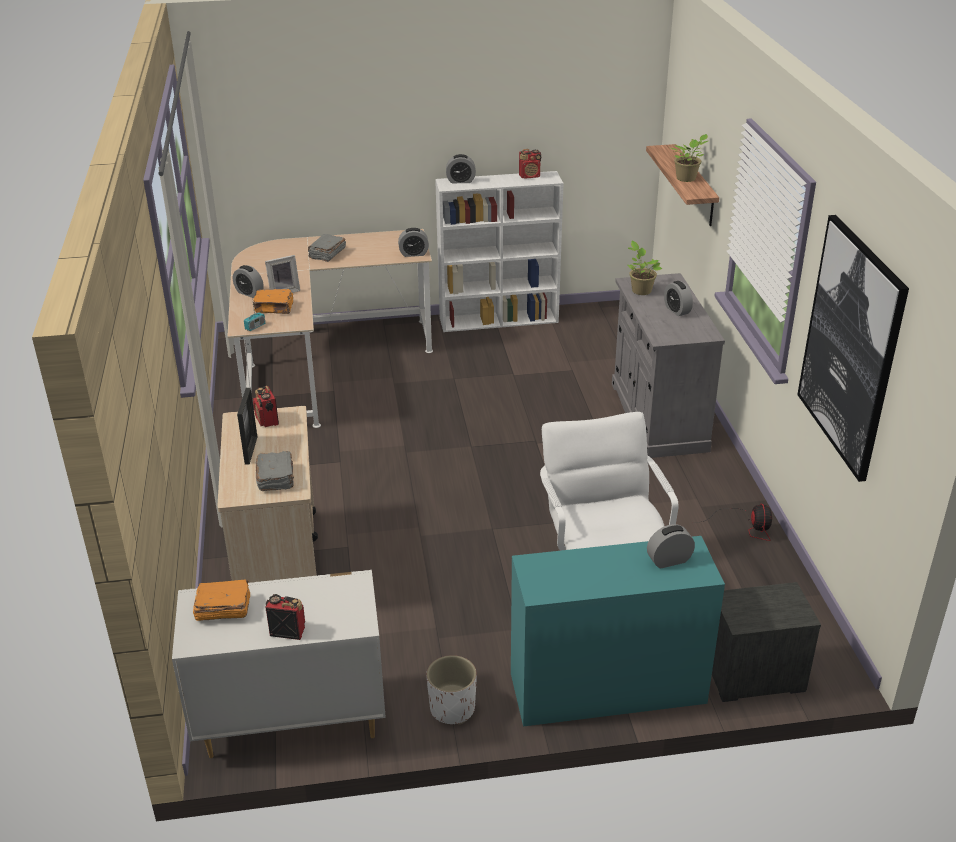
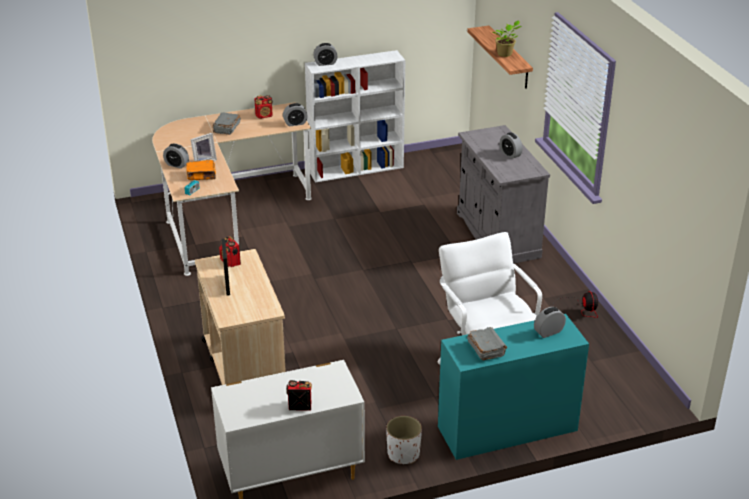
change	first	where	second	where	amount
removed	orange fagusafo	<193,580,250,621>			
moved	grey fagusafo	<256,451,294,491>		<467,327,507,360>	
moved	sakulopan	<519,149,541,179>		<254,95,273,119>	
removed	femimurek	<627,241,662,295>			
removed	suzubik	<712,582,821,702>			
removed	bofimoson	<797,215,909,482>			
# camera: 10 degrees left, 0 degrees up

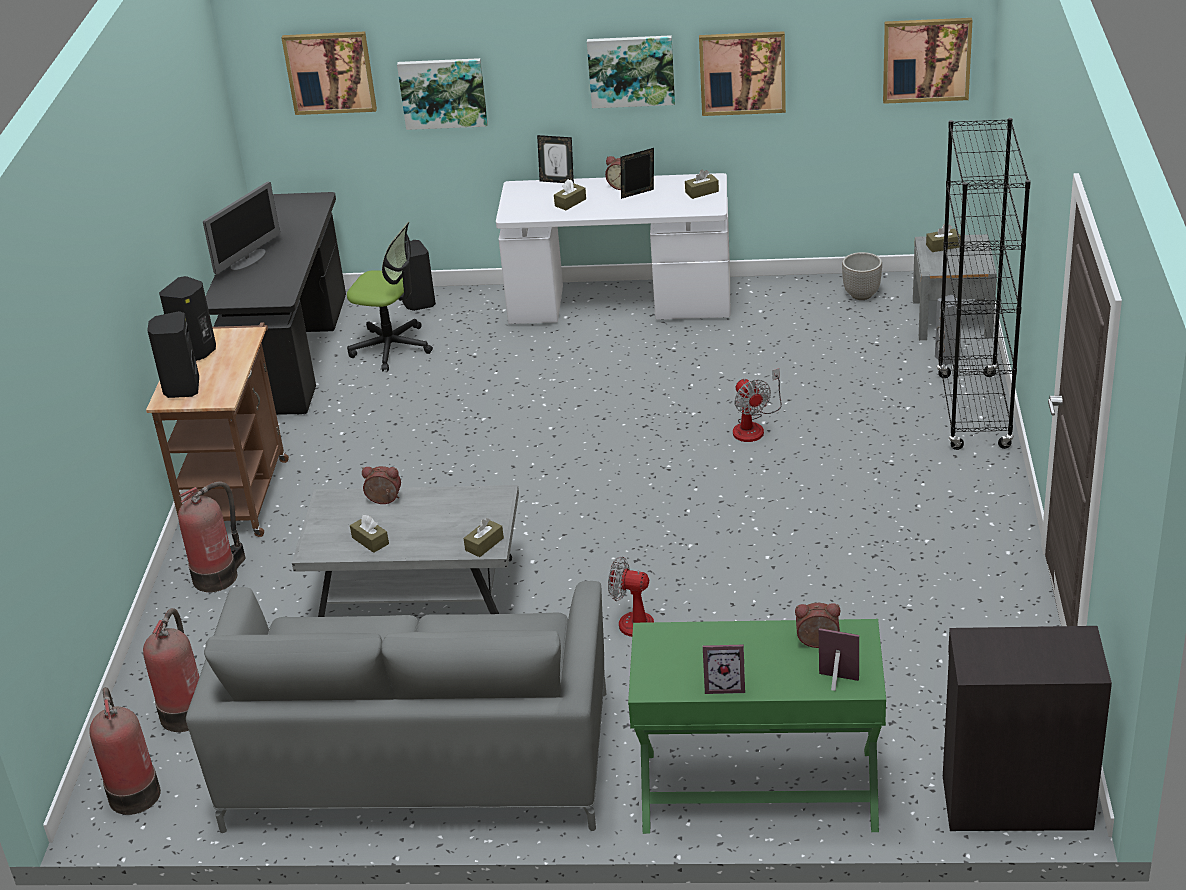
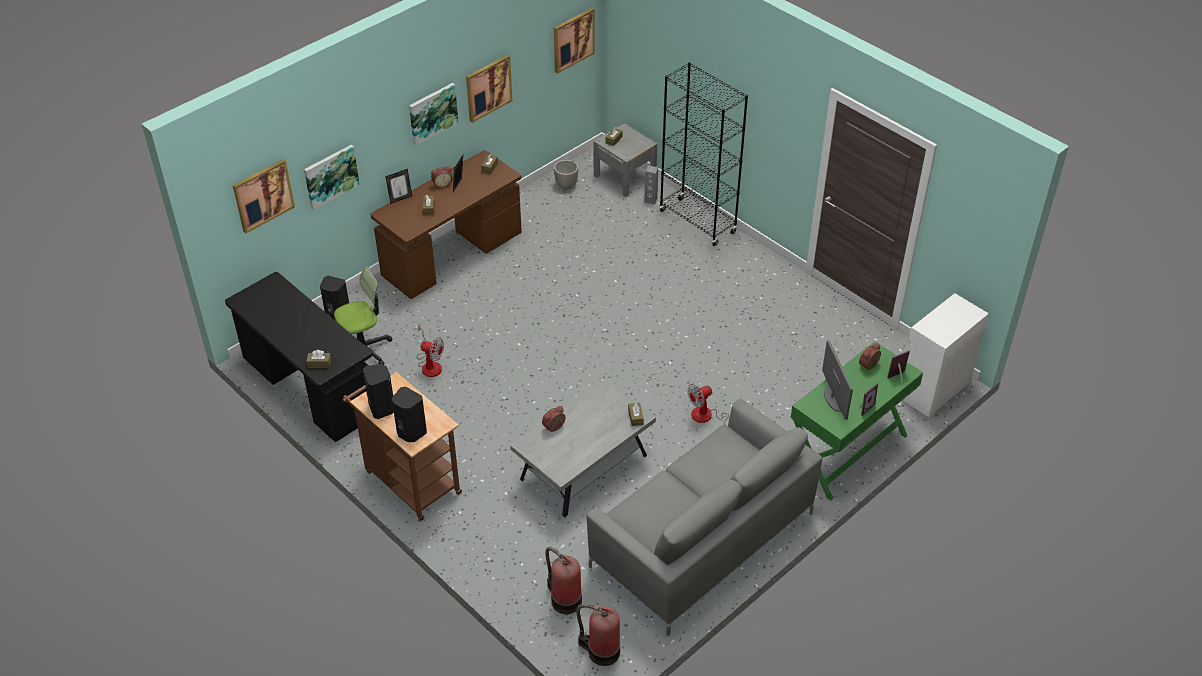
change	first	where	second	where	amount
removed	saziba	<178,481,246,592>			
moved	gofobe	<203,181,280,274>		<822,340,853,420>	
moved	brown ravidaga	<350,515,389,553>		<306,350,331,368>	
recoloured	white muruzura	<496,173,730,324>	brown muruzura	<371,150,522,299>	
moved	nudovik	<733,368,782,442>		<417,324,444,377>	
recoloured	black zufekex	<943,626,1112,831>	white zufekex	<903,293,989,417>	
# camera: 50 degrees left, 10 degrees up

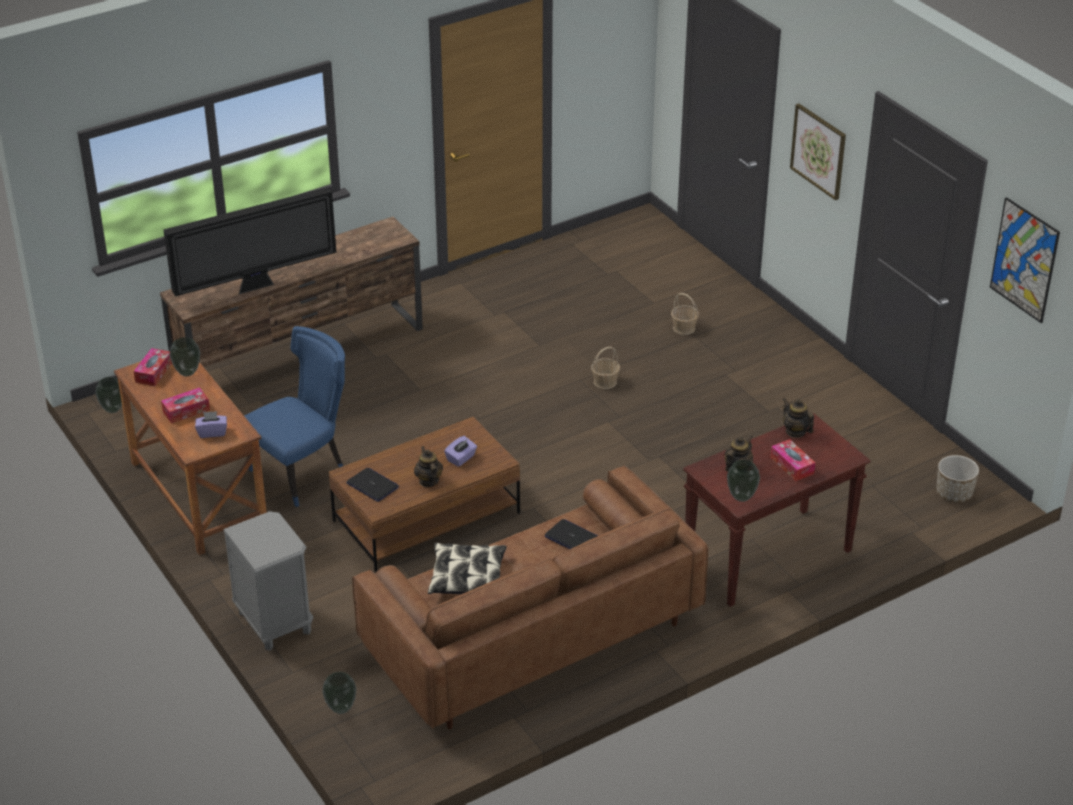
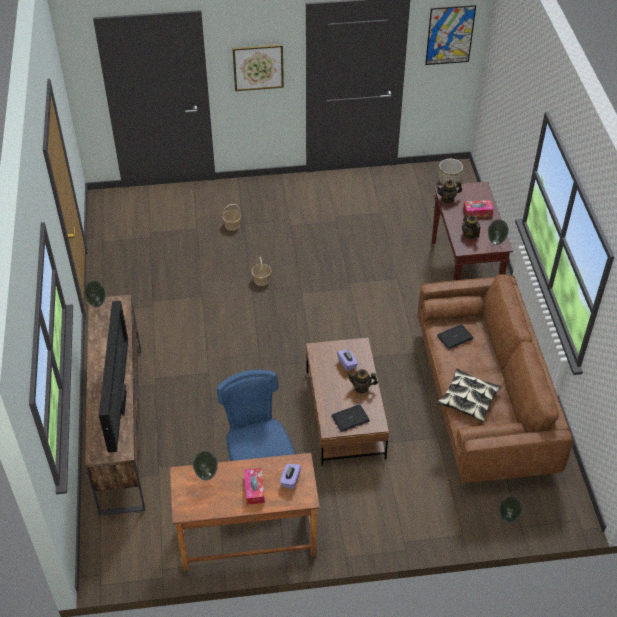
change	first	where	second	where	amount
moved	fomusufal	<95,377,122,413>		<84,281,106,308>	
removed	ravidaga	<134,348,172,386>			
removed	grey suzubik	<223,511,313,651>			
# camera: 65 degrees left, 10 degrees up

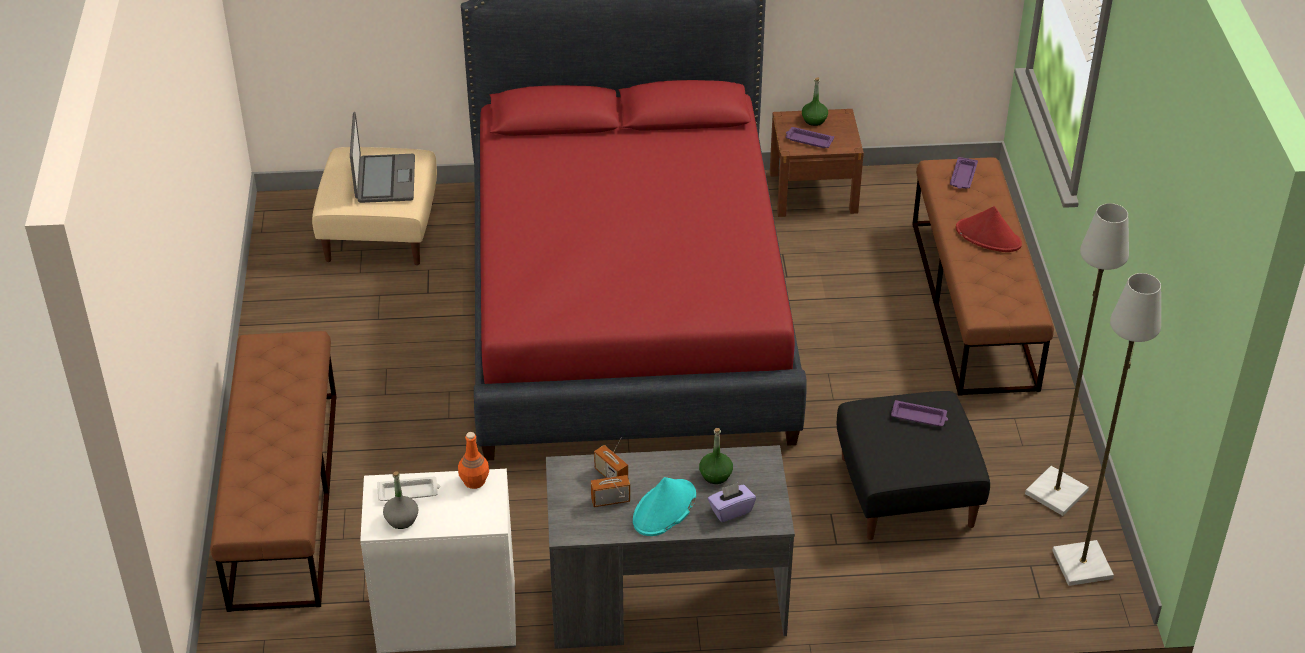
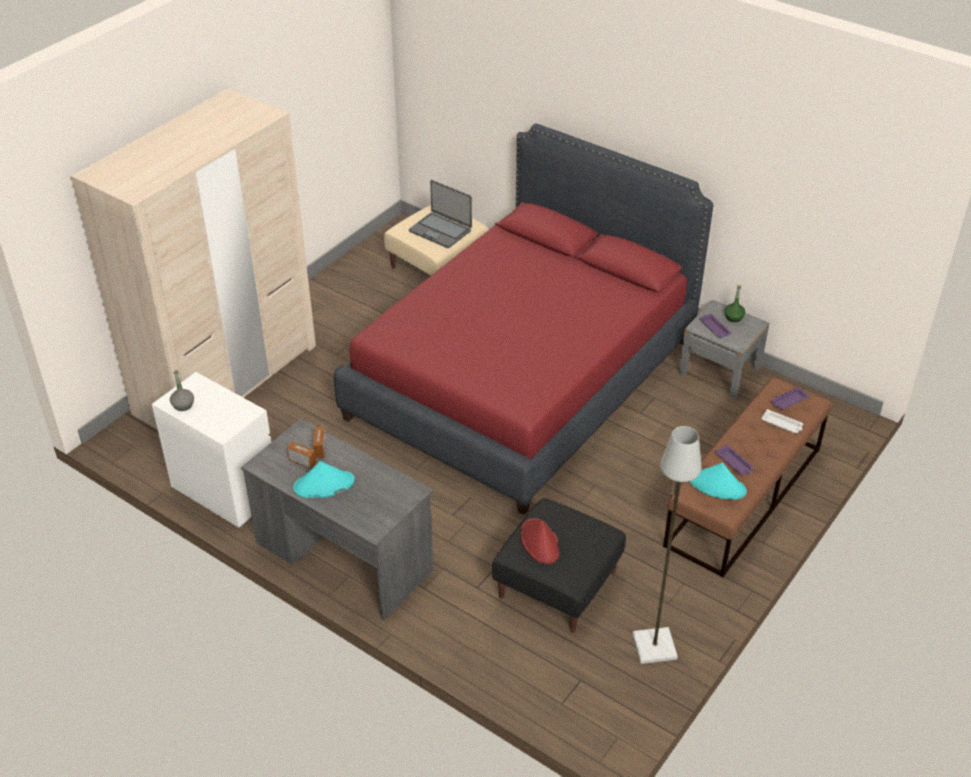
change	first	where	second	where	amount
replaced	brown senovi	<210,331,337,612>	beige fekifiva	<71,88,316,430>	
turned	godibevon	<350,112,415,203>		<409,180,472,248>	90 degrees clockwise
moved	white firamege	<377,477,440,501>		<761,409,803,433>	
removed	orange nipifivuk	<458,432,489,489>			
removed	green nipifivuk	<699,428,733,484>			
removed	purple ravidaga	<708,483,756,522>			
recoloured	brown suzubik	<770,109,864,217>	grey suzubik	<679,300,769,399>	
moved	purple firamege	<891,400,948,426>		<715,445,754,475>	
moved	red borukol	<956,206,1022,252>		<521,518,560,564>	
removed	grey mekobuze	<1052,273,1161,586>			
added			turquoise borukol	<689,462,747,500>	
# camera: 40 degrees right, 0 degrees up

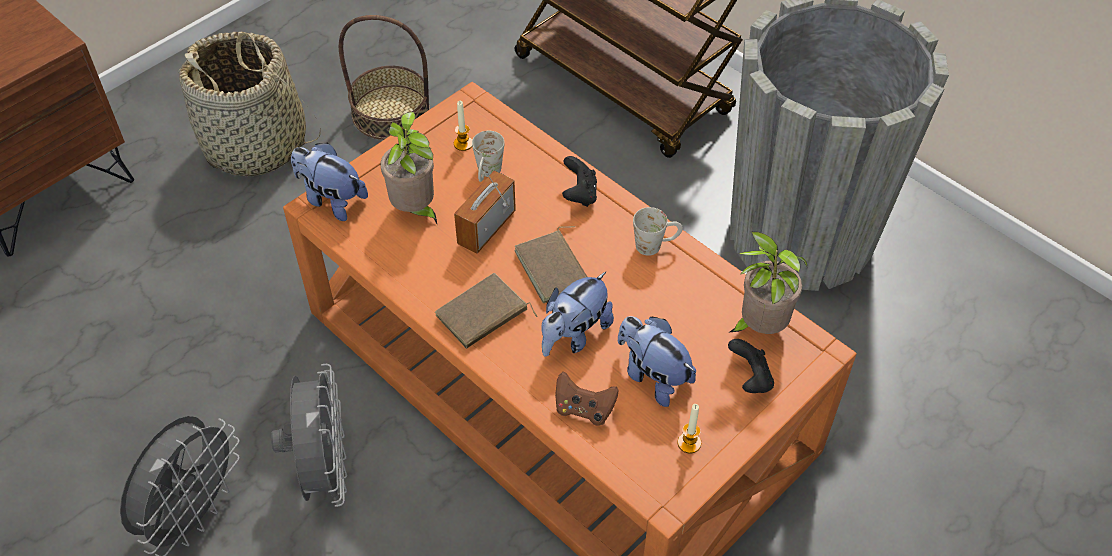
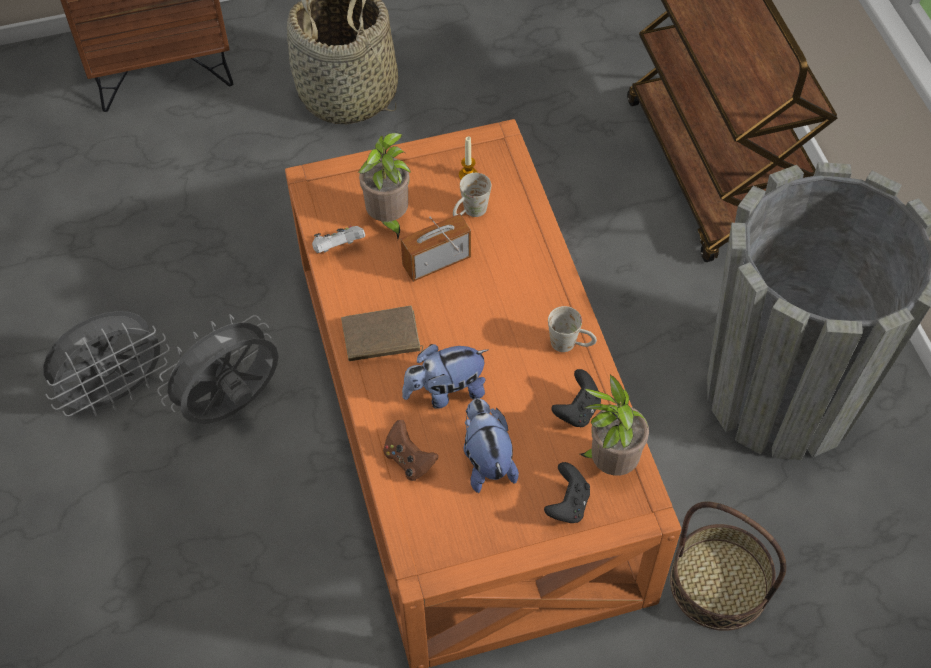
change	first	where	second	where	amount
turned	grey nudovik	<271,364,347,507>		<157,314,278,424>	150 degrees counterclockwise
removed	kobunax	<291,142,368,221>			
moved	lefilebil	<339,15,430,140>		<670,501,786,631>	
removed	brown fagusafo	<514,226,588,303>			
moved	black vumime	<562,156,597,207>		<551,369,601,427>	
removed	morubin	<677,404,701,453>			
added			white vumime	<312,226,365,253>	
# camera: 30 degrees right, 5 degrees up

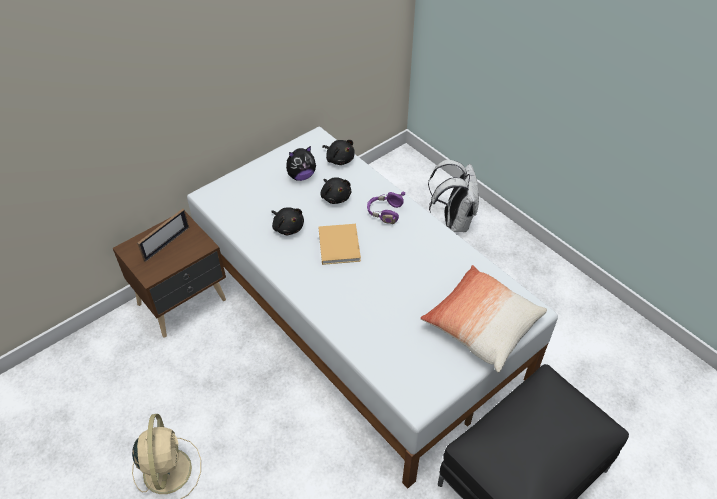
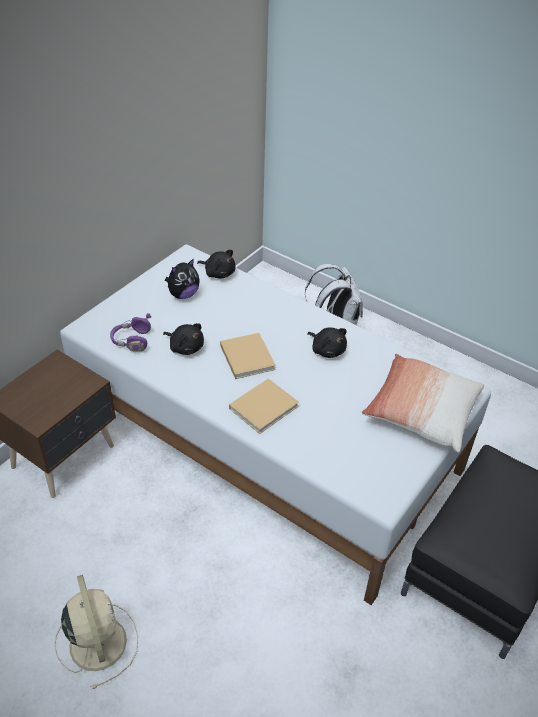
change	first	where	second	where	amount
removed	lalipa	<137,209,189,262>			
moved	black kobunax	<320,177,351,204>		<307,328,347,358>	
moved	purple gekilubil	<367,192,406,224>		<110,313,151,351>	
added			beige fagusafo	<229,378,299,434>	
# camera: 15 degrees left, 5 degrees down

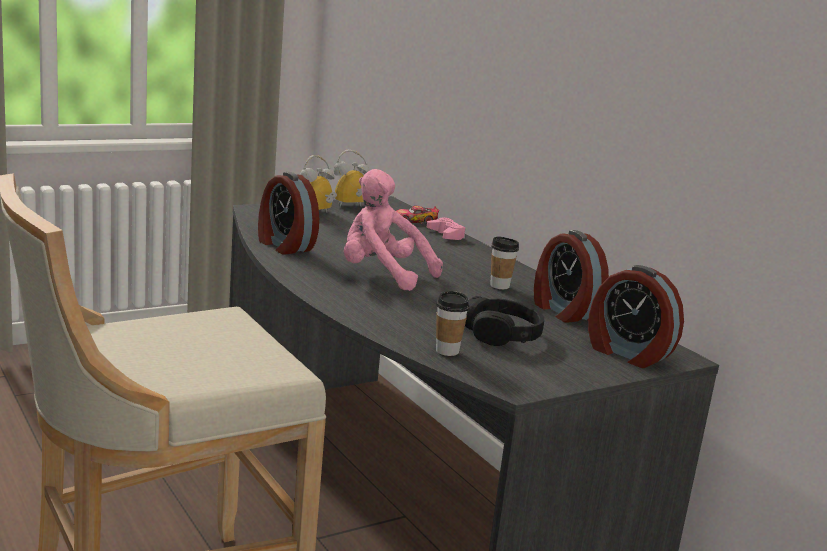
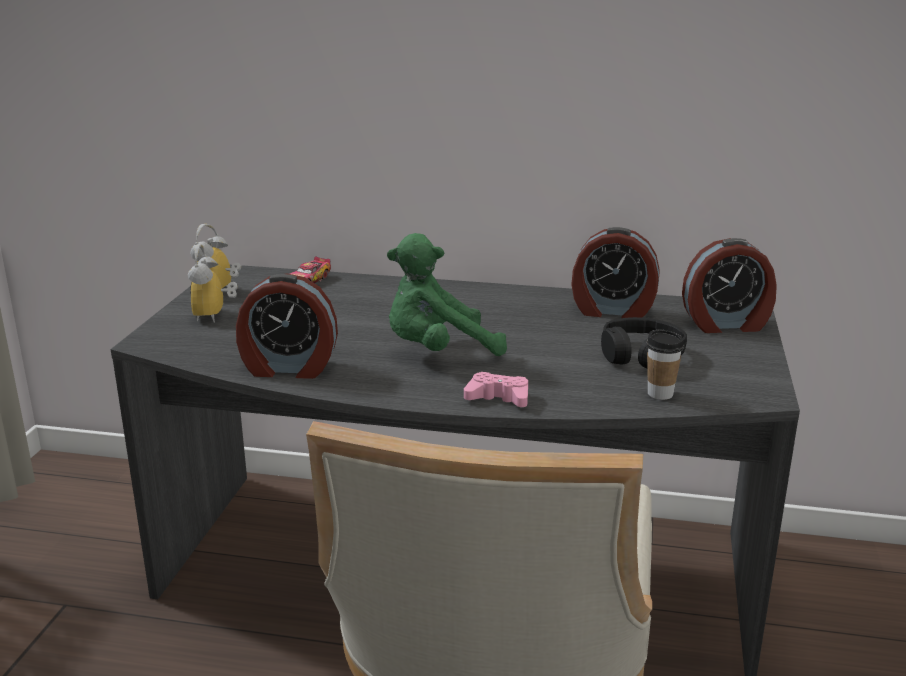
change	first	where	second	where	amount
recoloured	pink kobunax	<344,169,443,291>	green kobunax	<387,233,507,356>	
moved	pink vumime	<427,217,465,240>		<464,372,528,407>	
removed	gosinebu	<490,236,519,289>			
# camera: 45 degrees left, 5 degrees up

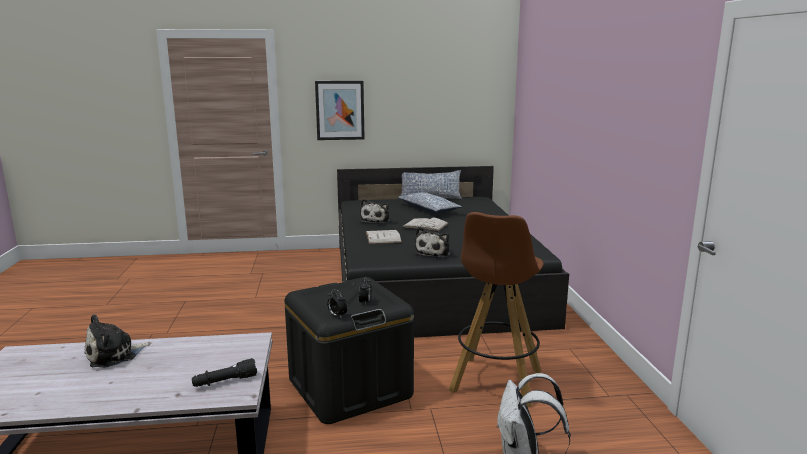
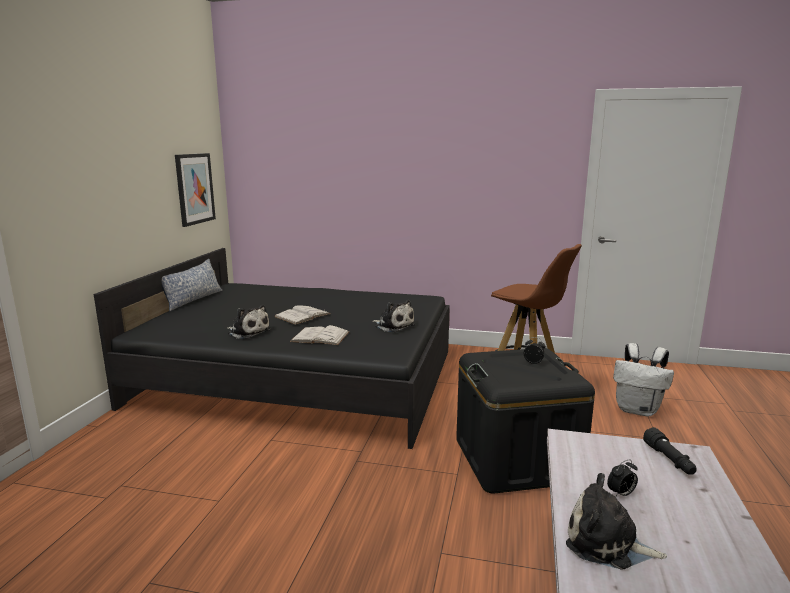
change	first	where	second	where	amount
turned	kobunax	<84,314,151,368>		<566,473,667,570>	135 degrees clockwise
moved	bofimoson	<315,81,365,140>		<175,153,216,227>	
moved	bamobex	<327,289,348,317>		<607,459,638,497>	
removed	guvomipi	<397,192,462,213>			
# camera: 70 degrees left, 0 degrees up

